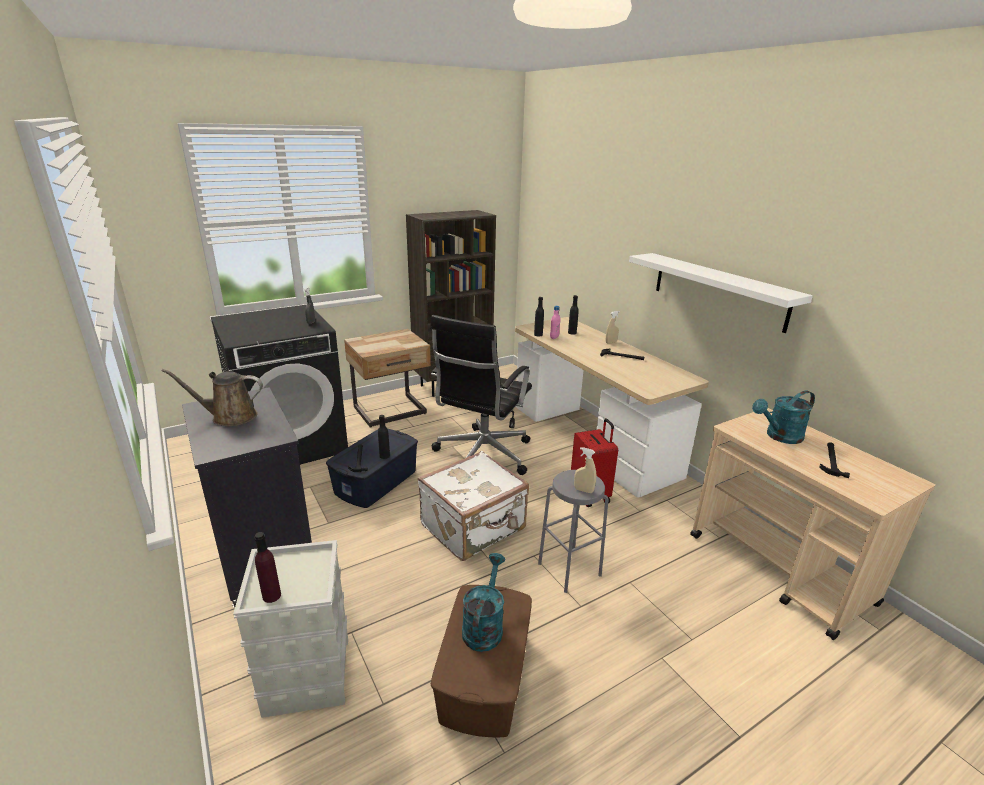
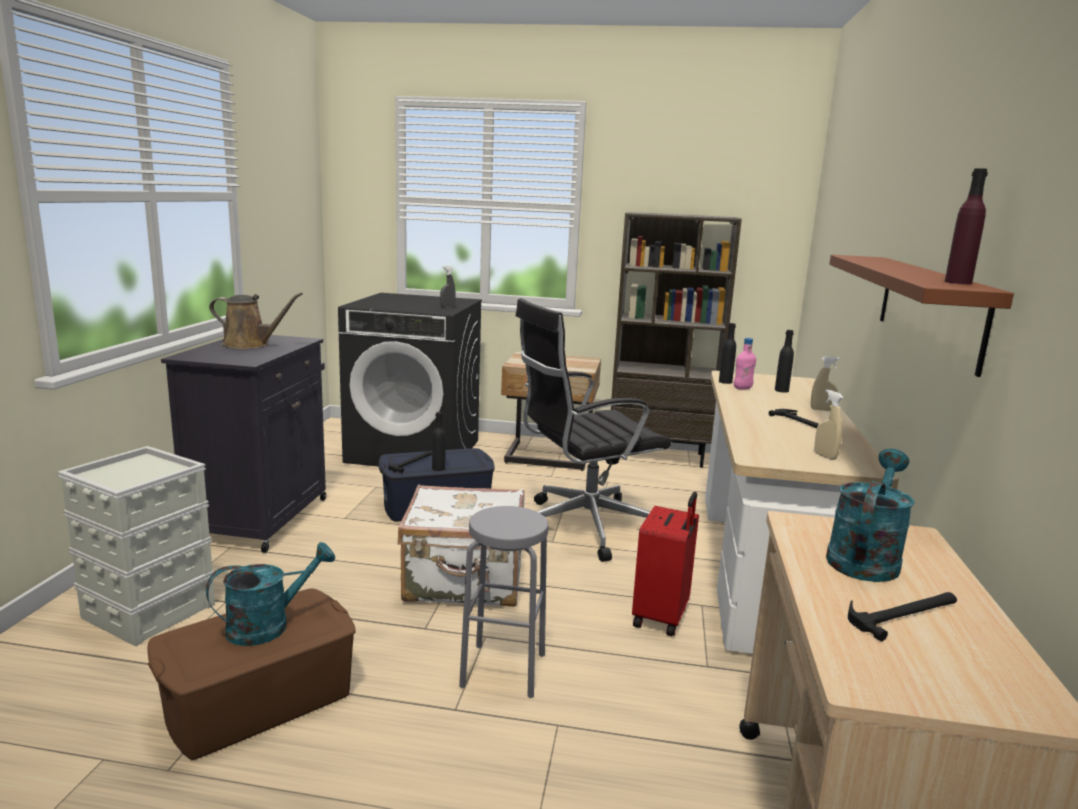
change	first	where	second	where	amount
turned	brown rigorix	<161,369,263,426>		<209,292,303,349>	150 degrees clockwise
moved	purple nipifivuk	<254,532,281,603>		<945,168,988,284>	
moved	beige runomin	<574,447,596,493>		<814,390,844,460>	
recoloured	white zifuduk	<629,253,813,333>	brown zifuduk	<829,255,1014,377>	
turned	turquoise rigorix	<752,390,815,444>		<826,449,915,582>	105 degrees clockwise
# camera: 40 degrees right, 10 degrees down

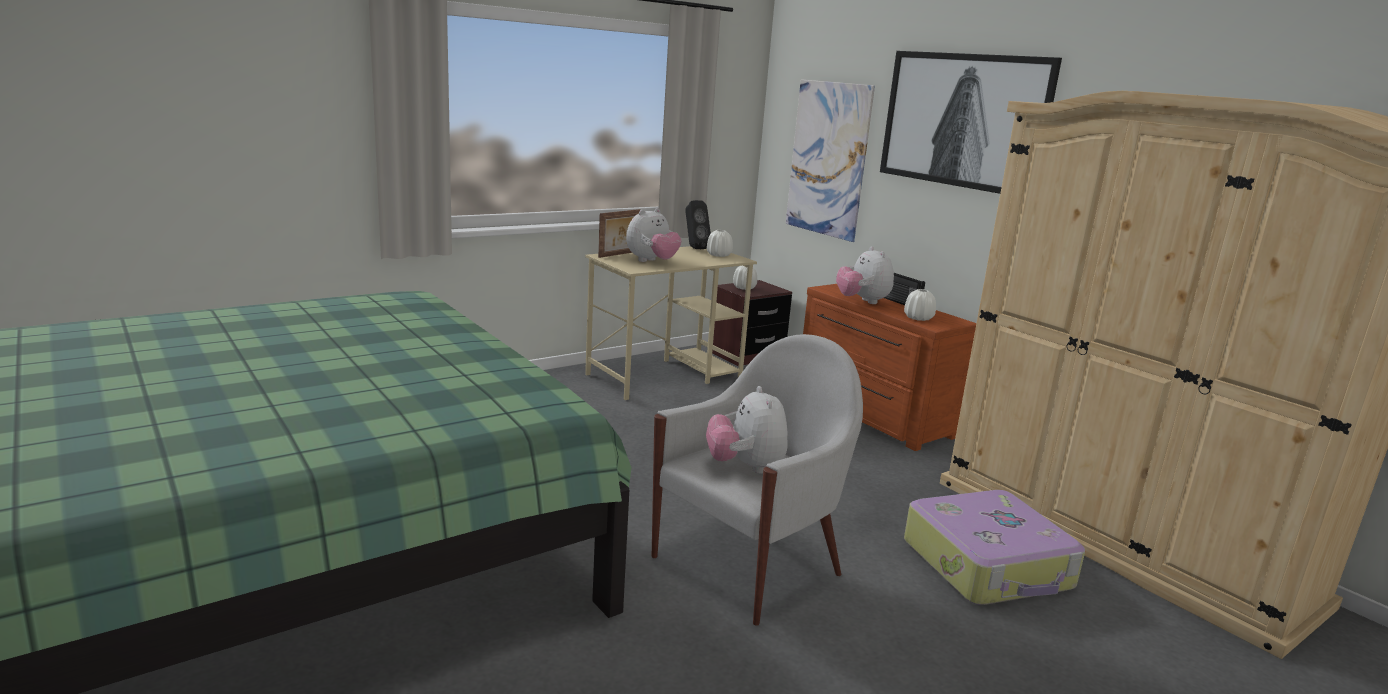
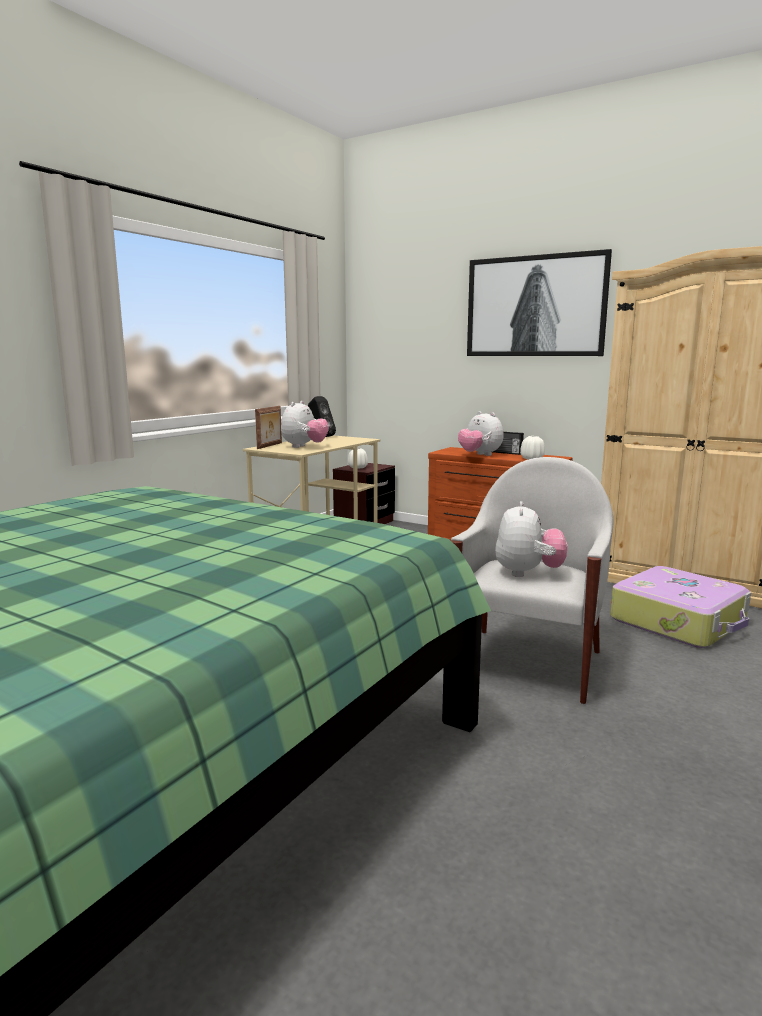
change	first	where	second	where	amount
turned	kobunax	<706,386,788,474>		<495,501,567,577>	135 degrees counterclockwise
removed	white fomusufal	<707,230,733,257>			
removed	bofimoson	<786,79,875,242>			
# camera: 20 degrees left, 5 degrees down

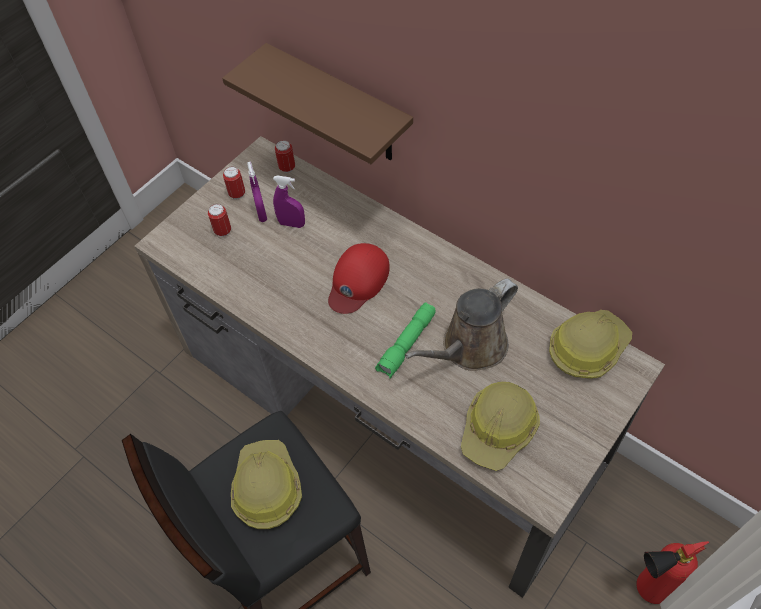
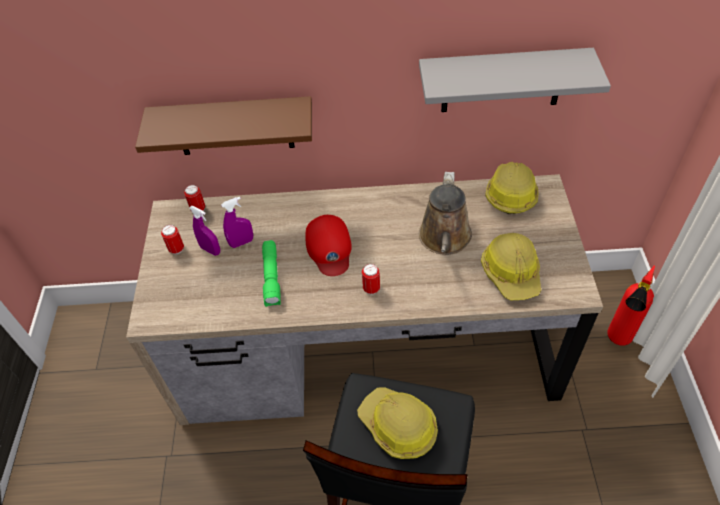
change	first	where	second	where	amount
moved	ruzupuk	<208,204,231,237>		<362,264,380,294>	
moved	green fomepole	<375,302,435,378>		<262,240,281,307>	
added			grey zifuduk	<419,48,611,112>	
# camera: 40 degrees left, 5 degrees down

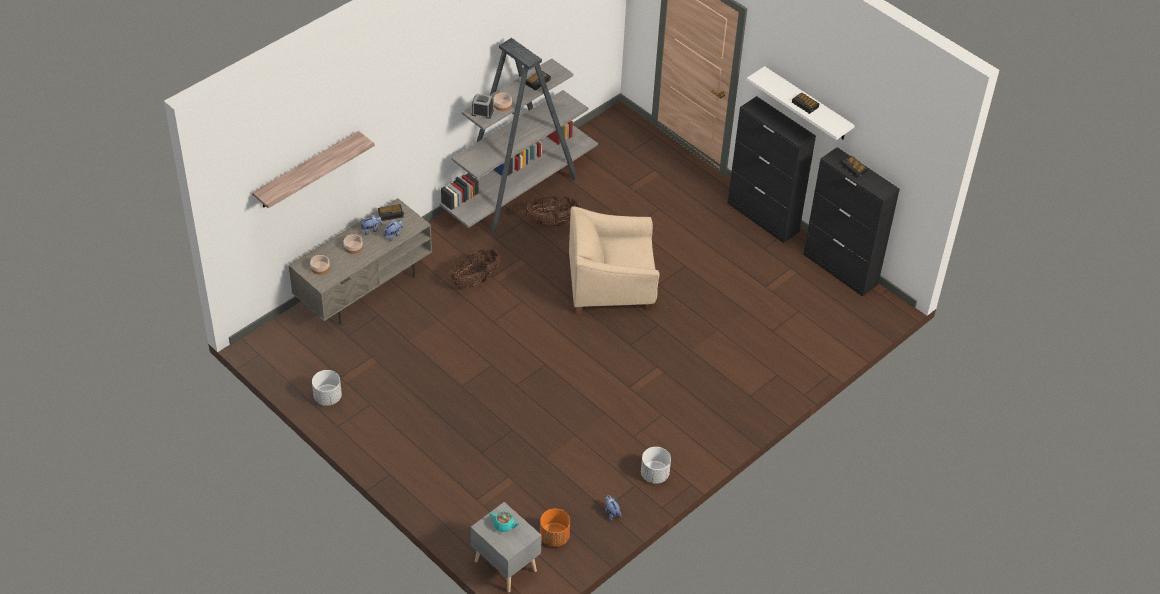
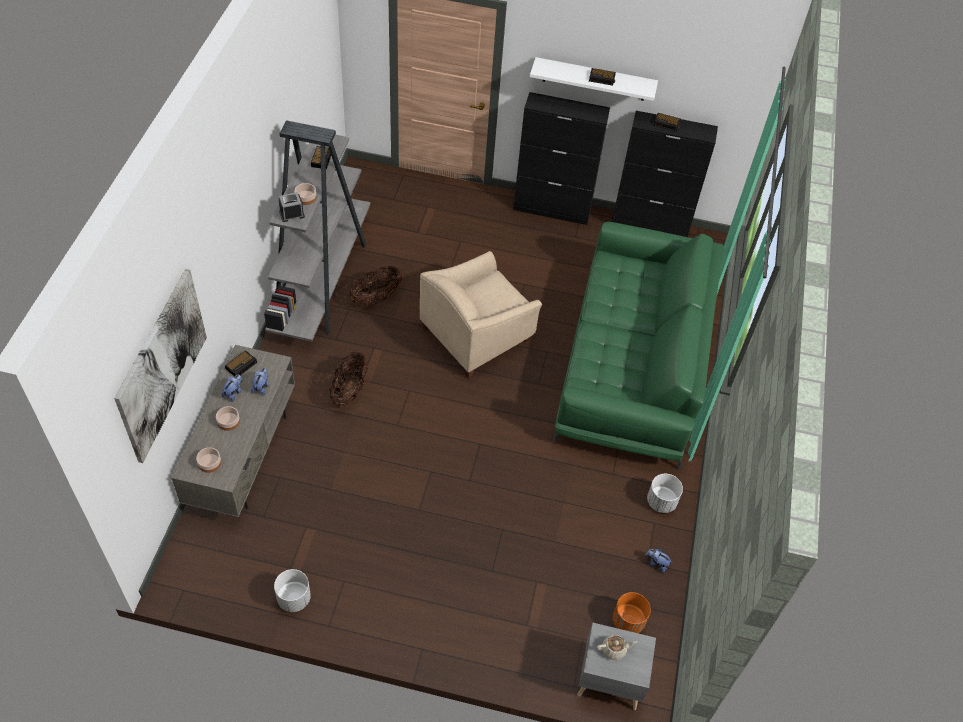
change	first	where	second	where	amount
replaced	zifuduk	<252,131,375,209>	bofimoson	<114,269,207,463>	
recoloured	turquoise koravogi	<489,511,520,532>	beige koravogi	<597,635,637,660>	
added			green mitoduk	<553,222,724,470>	
# camera: 35 degrees left, 5 degrees up

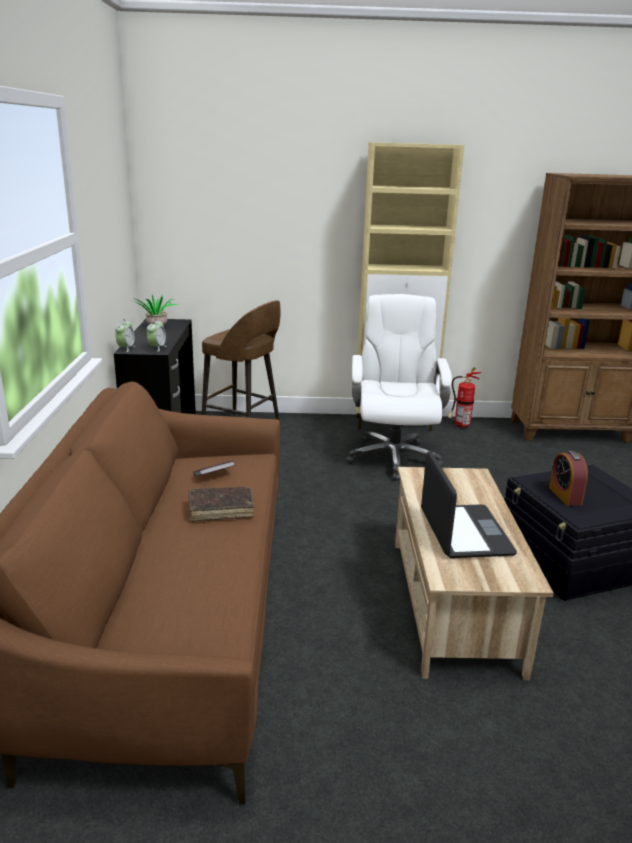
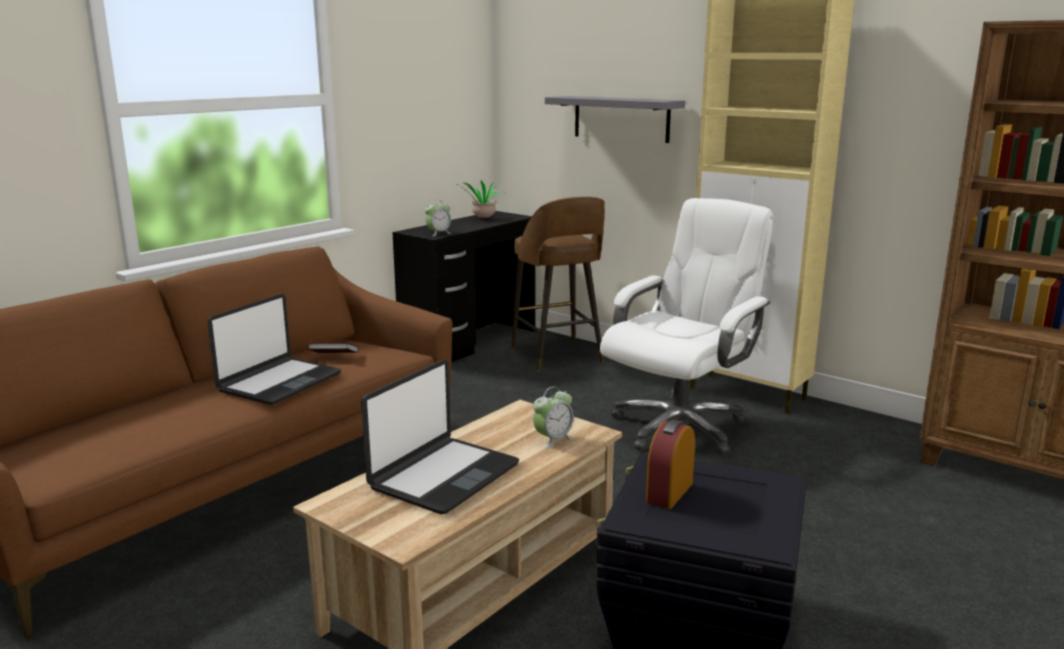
change	first	where	second	where	amount
moved	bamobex	<115,319,136,352>		<533,387,574,449>	
replaced	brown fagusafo	<189,487,255,522>	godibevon	<207,294,341,405>	
removed	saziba	<447,367,481,428>			
added			grey zifuduk	<545,96,685,143>	
# camera: 40 degrees right, 5 degrees down

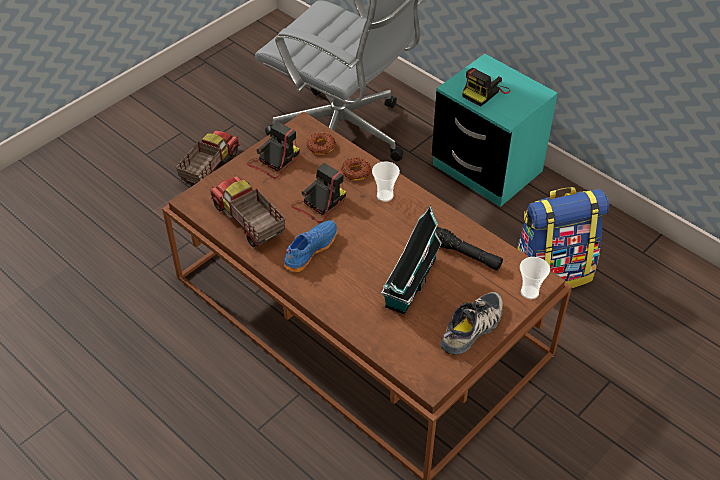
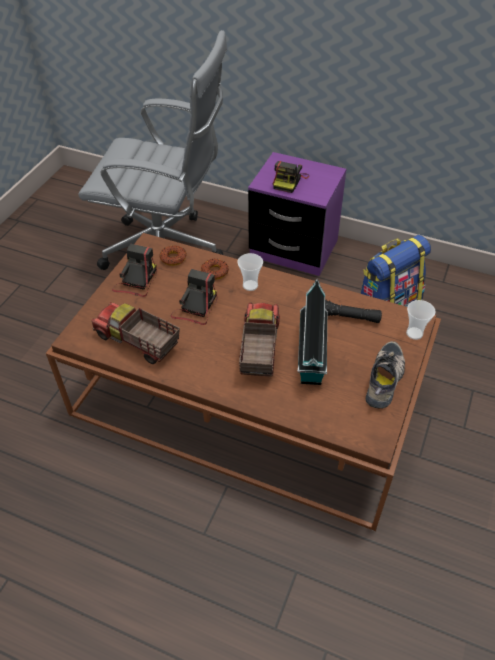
change	first	where	second	where	amount
moved	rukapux	<176,130,239,185>		<239,302,280,377>	
removed	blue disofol	<284,220,337,272>			
recoloured	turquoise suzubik	<432,54,558,207>	purple suzubik	<248,152,346,276>	
# camera: 20 degrees left, 0 degrees up

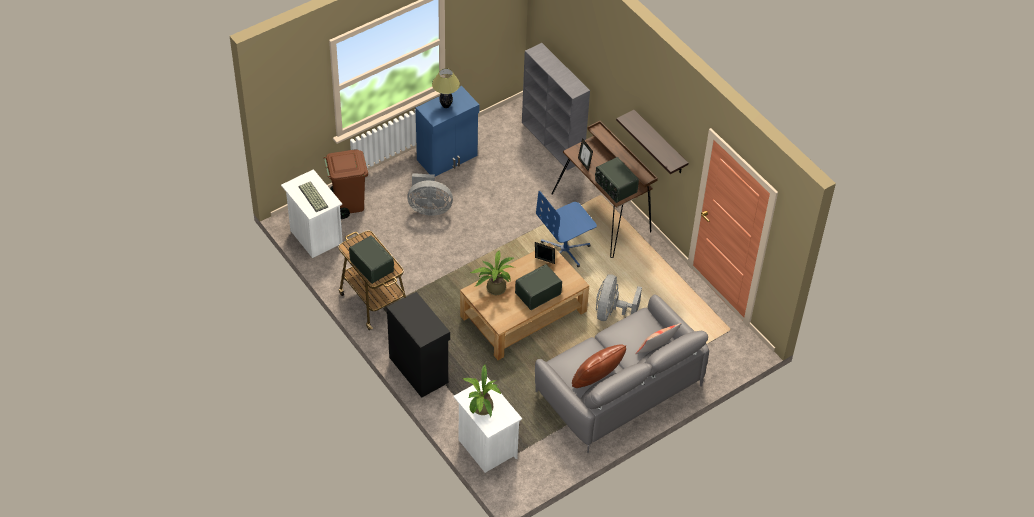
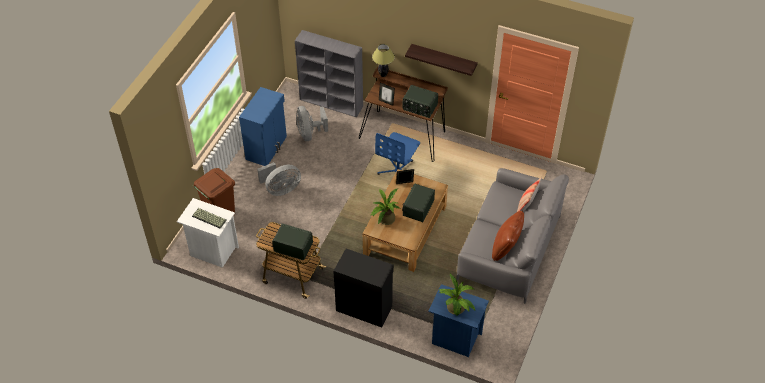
change	first	where	second	where	amount
moved	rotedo	<432,68,460,108>		<372,44,395,77>	
recoloured	white suzubik	<453,377,522,473>	blue suzubik	<428,284,489,357>	
moved	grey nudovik	<596,274,642,321>		<296,106,328,141>	
# camera: 30 degrees left, 0 degrees up

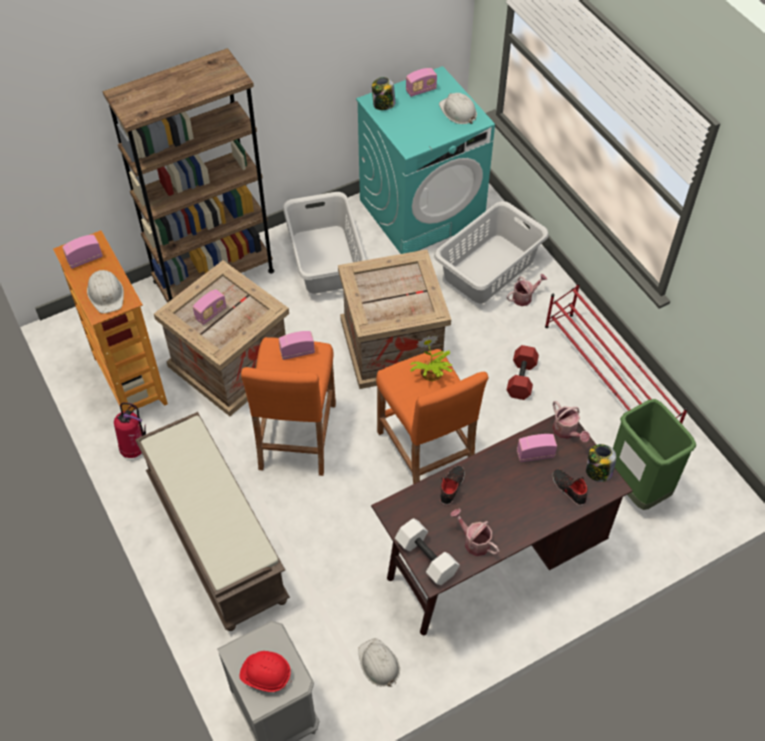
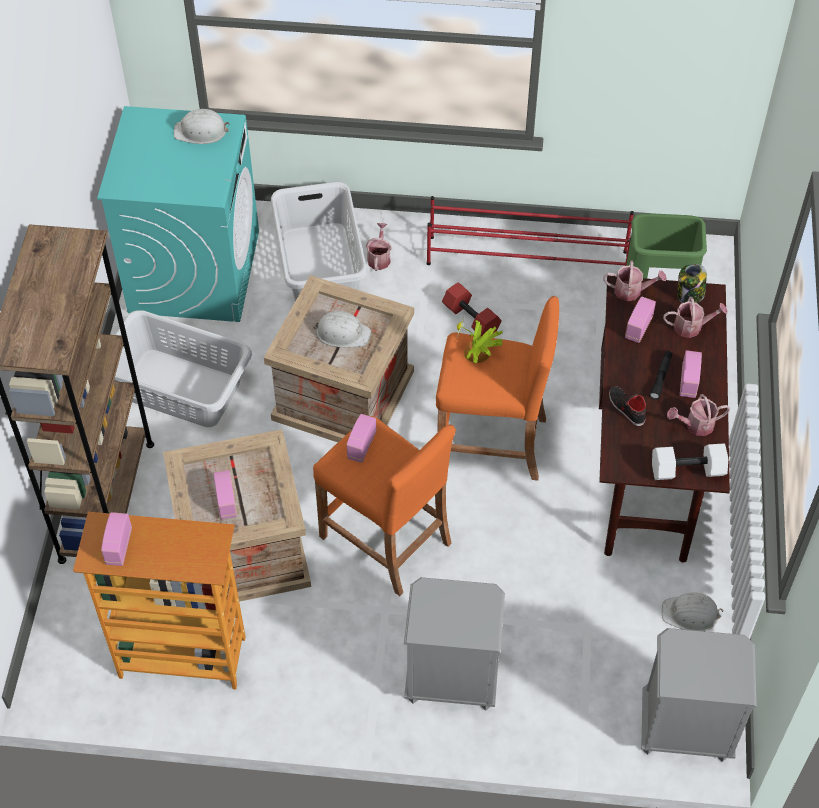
change	first	where	second	where	amount
moved	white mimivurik	<87,270,124,314>		<313,311,371,347>	
removed	saziba	<114,403,146,458>			
replaced	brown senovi	<135,412,290,631>	grey suzubik	<404,577,505,711>	
removed	red mimivurik	<239,651,291,692>			
removed	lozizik	<372,77,395,110>			
moved	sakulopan	<406,68,437,97>		<680,350,702,398>	
replaced	black disofol	<552,469,588,506>	rigorix	<663,297,728,338>	
added			black fomepole	<649,351,672,400>	
# camera: 55 degrees left, 0 degrees up

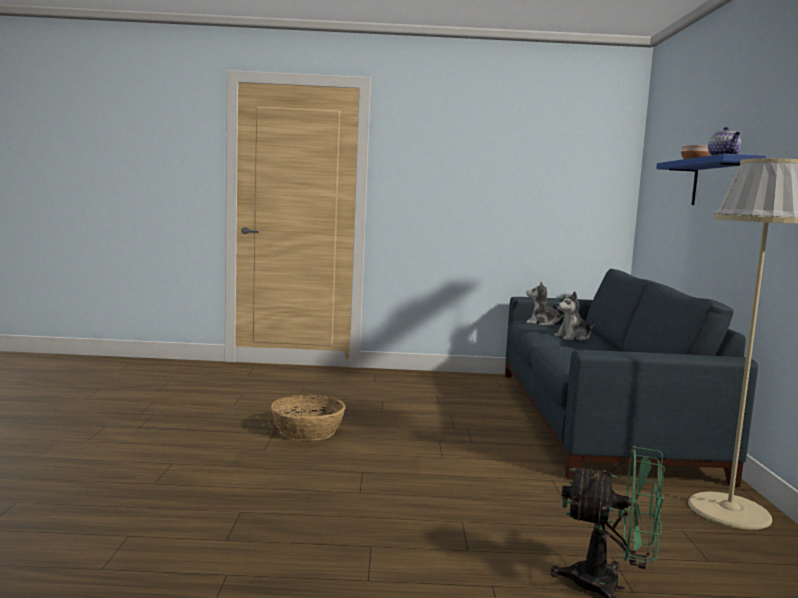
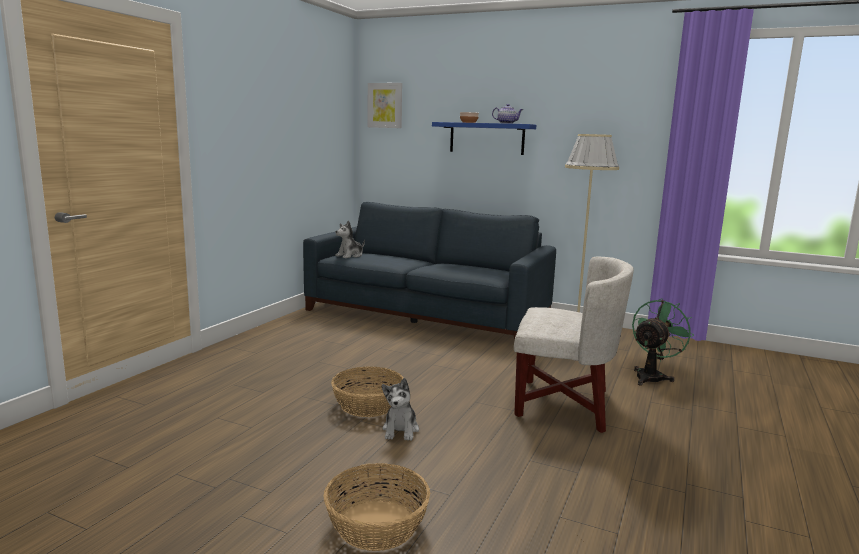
change	first	where	second	where	amount
moved	kobunax	<554,292,595,341>		<382,378,419,441>	
added			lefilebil	<323,463,430,551>	
added			bofimoson	<367,83,402,128>	
added			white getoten	<514,257,634,433>	
# camera: 65 degrees left, 5 degrees up

